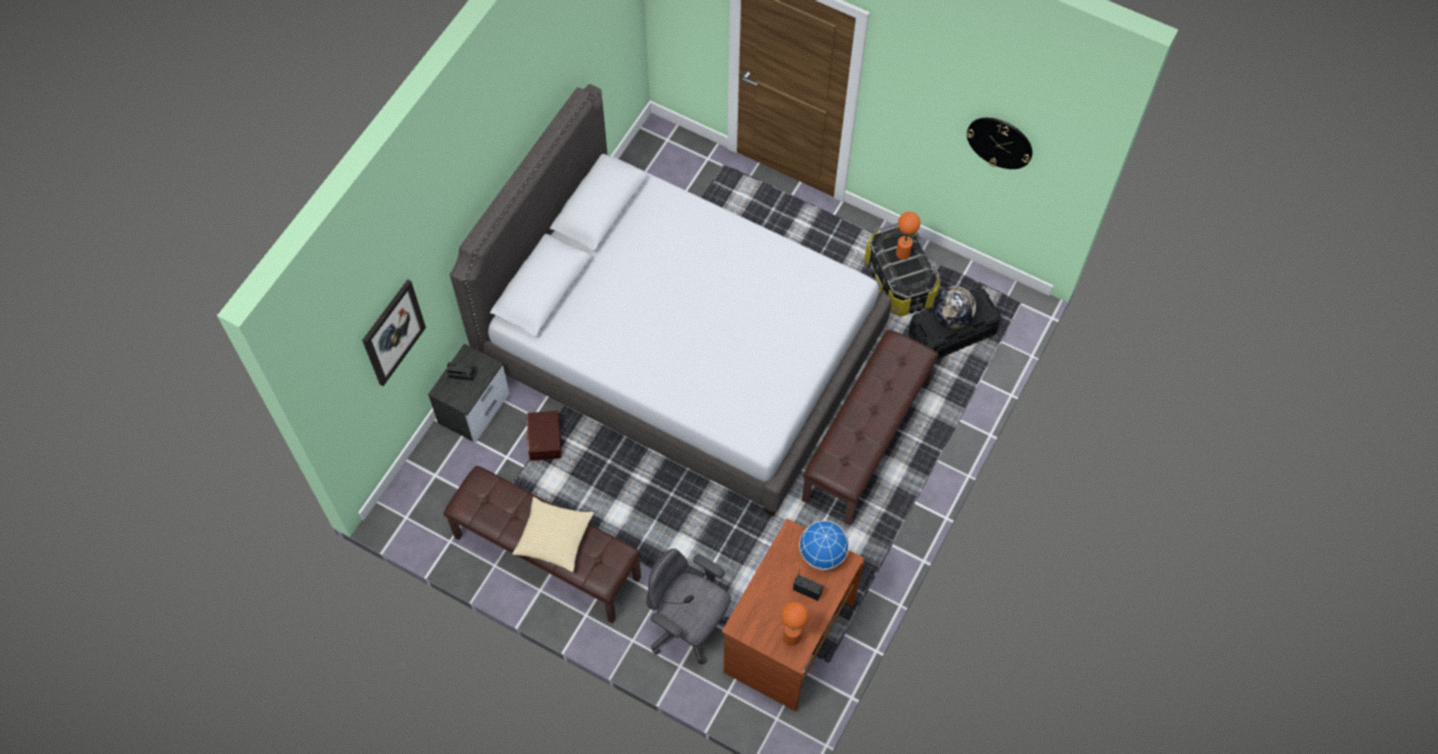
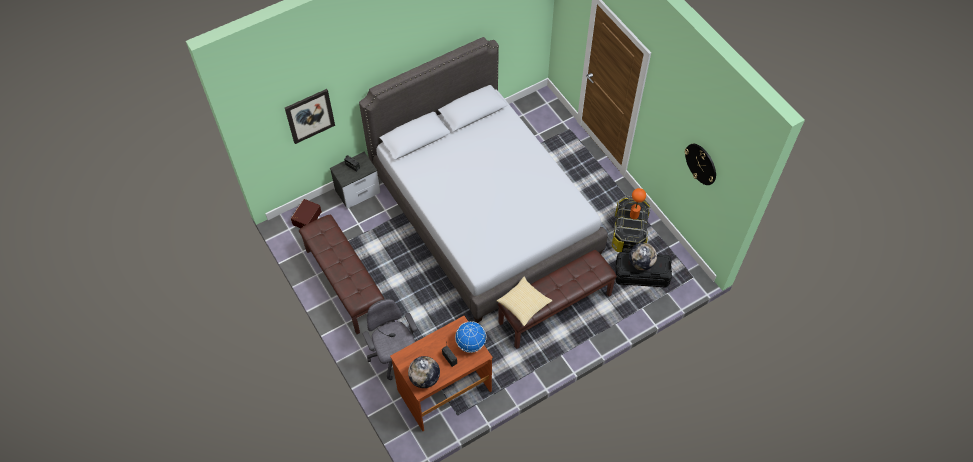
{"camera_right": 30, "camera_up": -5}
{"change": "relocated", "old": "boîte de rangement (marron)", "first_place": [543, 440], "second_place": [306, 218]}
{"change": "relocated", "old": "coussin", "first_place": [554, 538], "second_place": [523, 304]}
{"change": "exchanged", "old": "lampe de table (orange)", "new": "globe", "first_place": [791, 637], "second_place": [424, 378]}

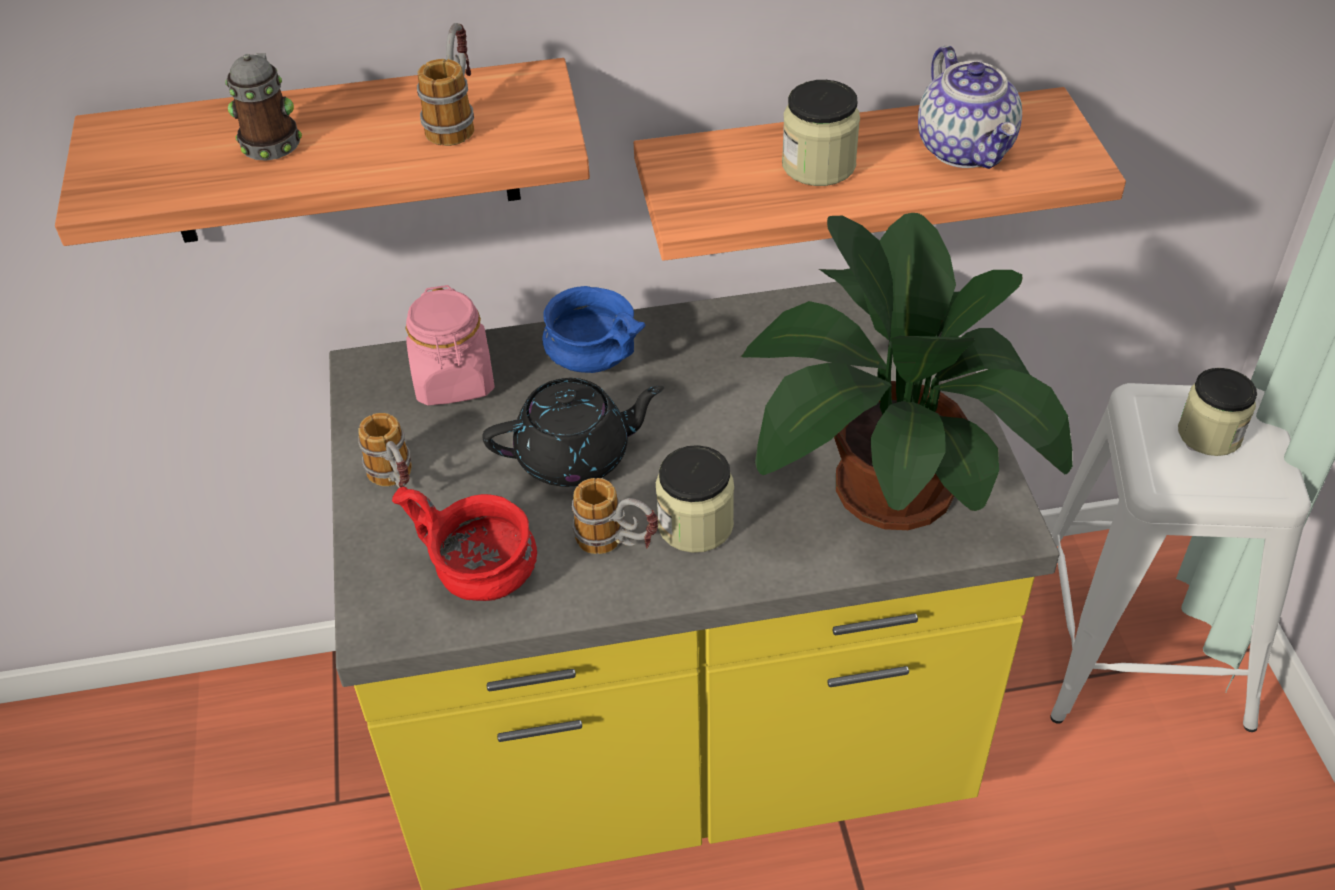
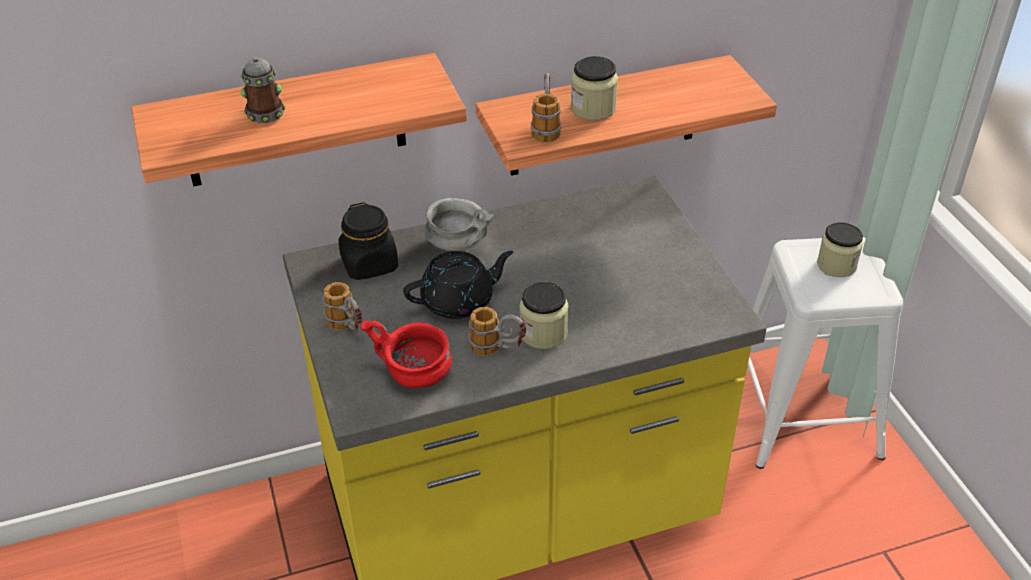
{"camera_right": -10, "camera_up": -5}
{"change": "relocated", "old": "mug", "first_place": [456, 118], "second_place": [546, 127]}
{"change": "missing", "old": "théière", "first_place": [966, 149]}
{"change": "missing", "old": "plante en pot", "first_place": [884, 480]}
{"change": "colour", "old": "bocal (rose)", "new": "bocal (noir)", "first_place": [454, 380], "second_place": [369, 264]}
{"change": "colour", "old": "bol (bleu)", "new": "bol (gris)", "first_place": [594, 358], "second_place": [457, 243]}

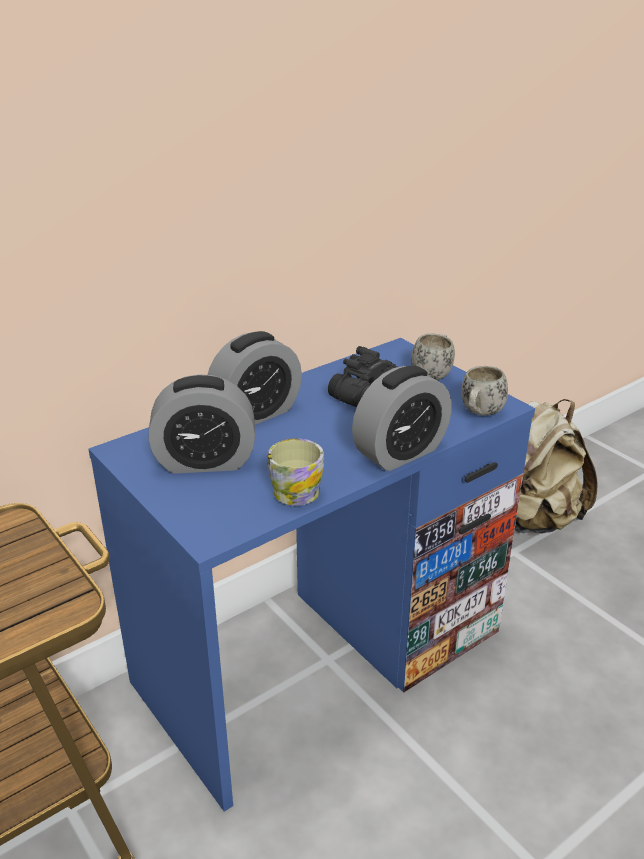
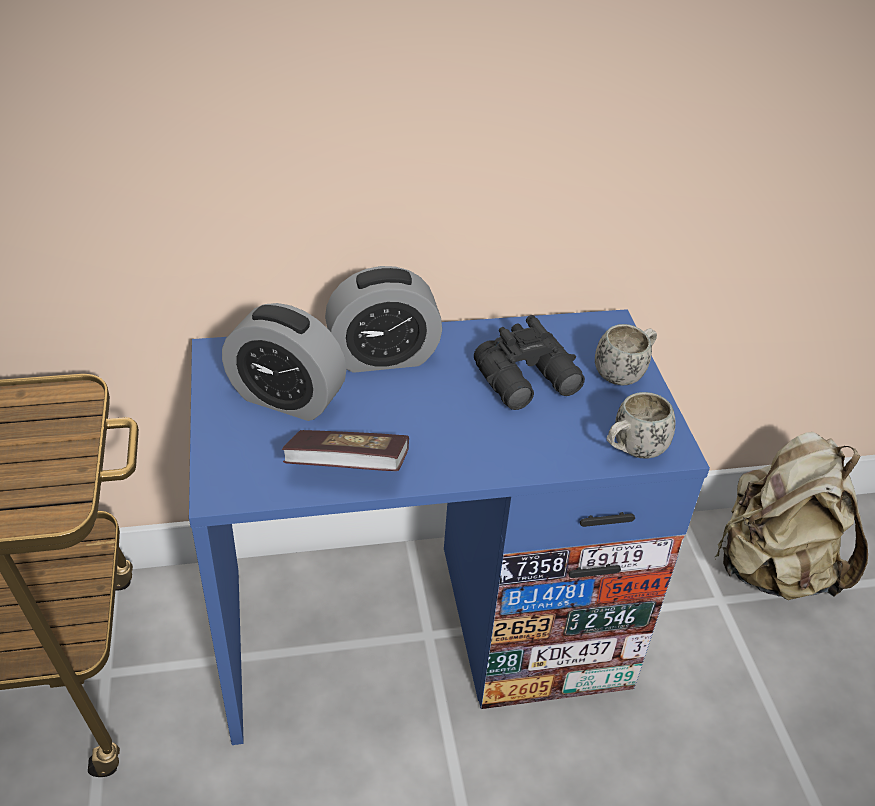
{"camera_right": 25, "camera_up": 10}
{"change": "missing", "old": "réveil", "first_place": [400, 452]}
{"change": "exchanged", "old": "mug", "new": "livre", "first_place": [294, 488], "second_place": [348, 467]}

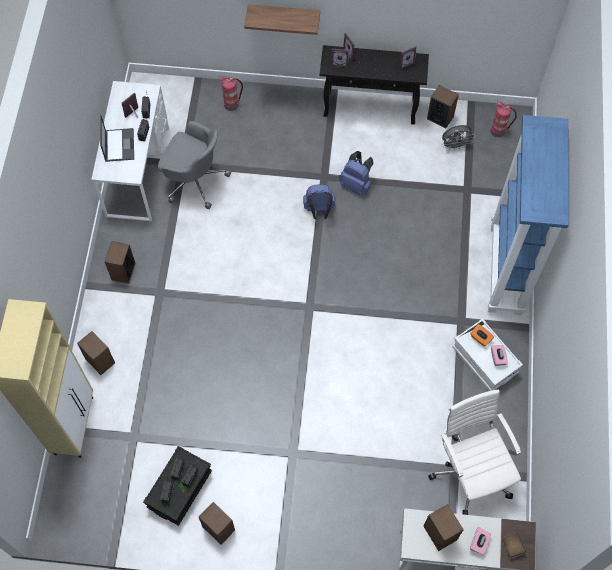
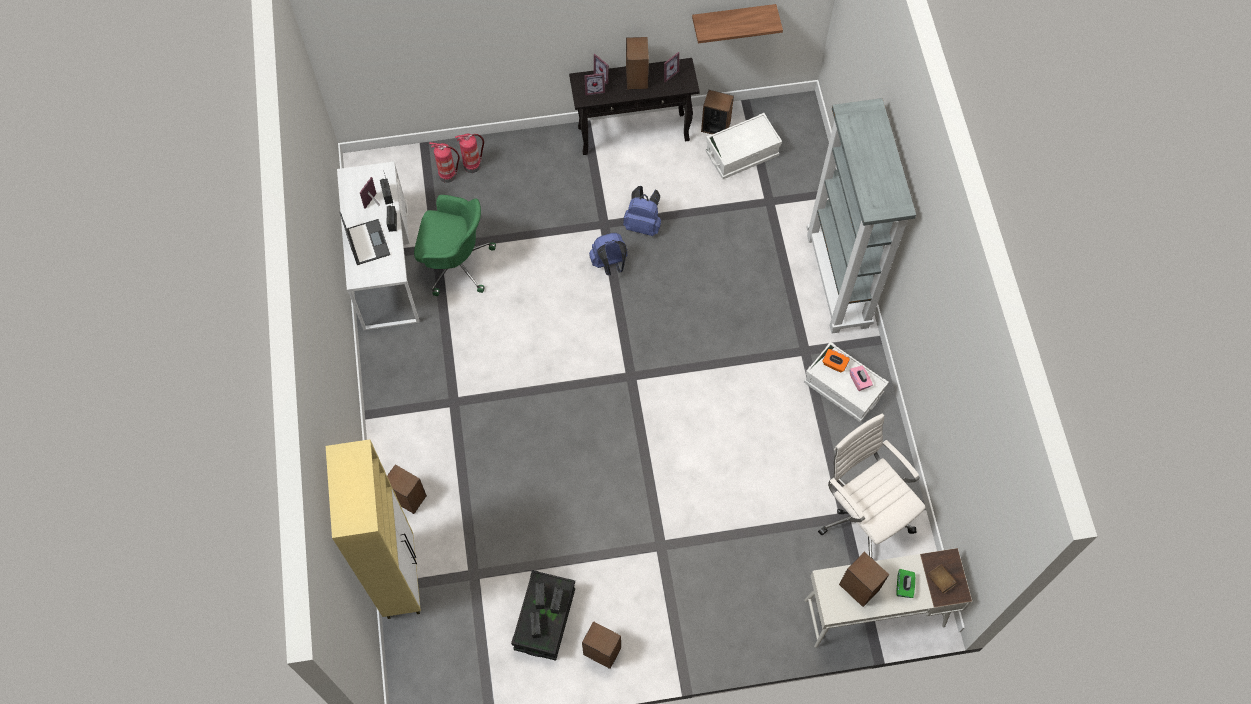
{"camera_right": -15, "camera_up": 0}
{"change": "relocated", "old": "étagère", "first_place": [284, 15], "second_place": [733, 18]}
{"change": "relocated", "old": "extincteur", "first_place": [498, 131], "second_place": [448, 175]}
{"change": "colour", "old": "bibliothèque (bleu)", "new": "bibliothèque (gris)", "first_place": [506, 270], "second_place": [838, 281]}
{"change": "colour", "old": "chaise de bureau (gris)", "new": "chaise de bureau (vert)", "first_place": [194, 180], "second_place": [455, 263]}
{"change": "exchanged", "old": "ventilateur (gris)", "new": "boîte de rangement (blanc)", "first_place": [455, 145], "second_place": [742, 154]}
{"change": "relocated", "old": "enceinte", "first_place": [123, 271], "second_place": [636, 78]}
{"change": "colour", "old": "boîte à mouchoirs (rose)", "new": "boîte à mouchoirs (vert)", "first_place": [479, 543], "second_place": [904, 586]}

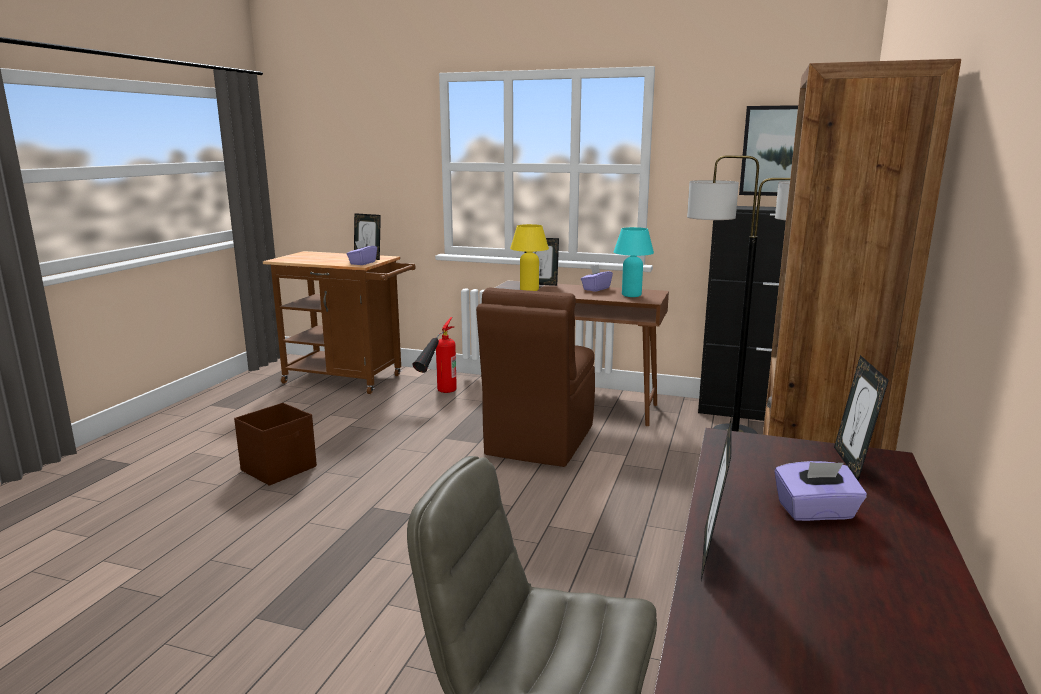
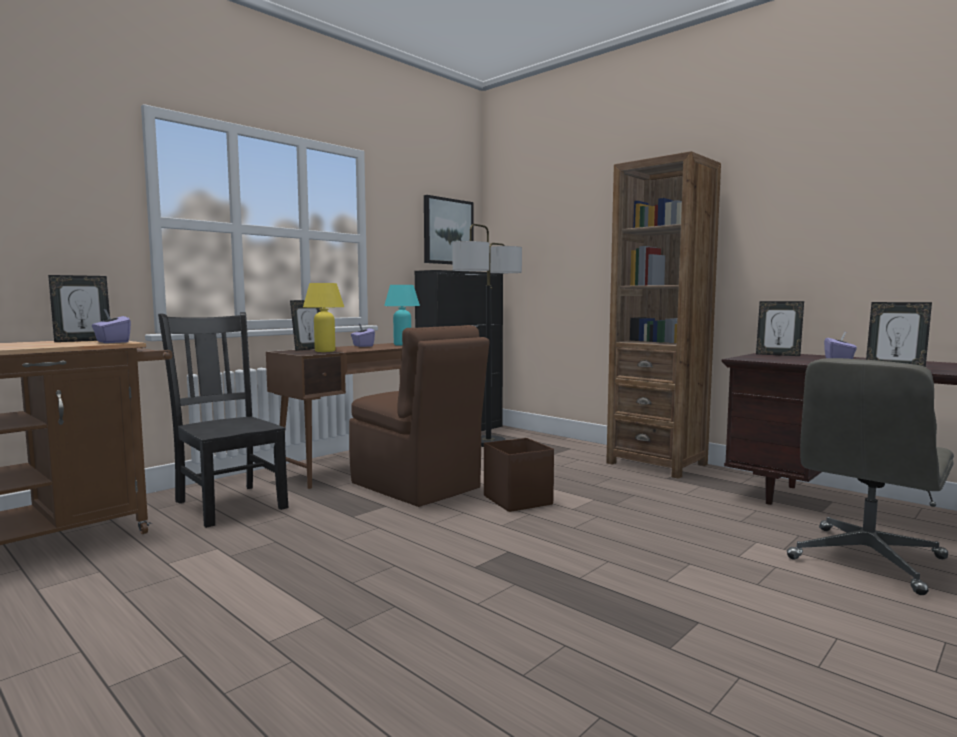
{"camera_right": -65, "camera_up": -10}
{"change": "exchanged", "old": "extincteur", "new": "chaise (noir)", "first_place": [438, 395], "second_place": [229, 503]}
{"change": "relocated", "old": "boîte de rangement (marron)", "first_place": [280, 468], "second_place": [517, 500]}

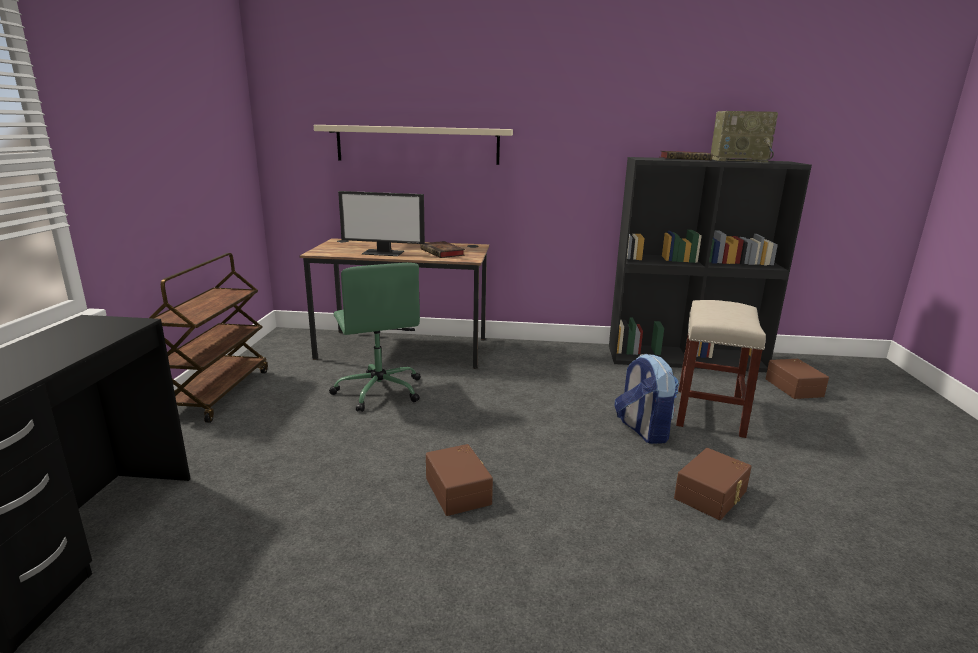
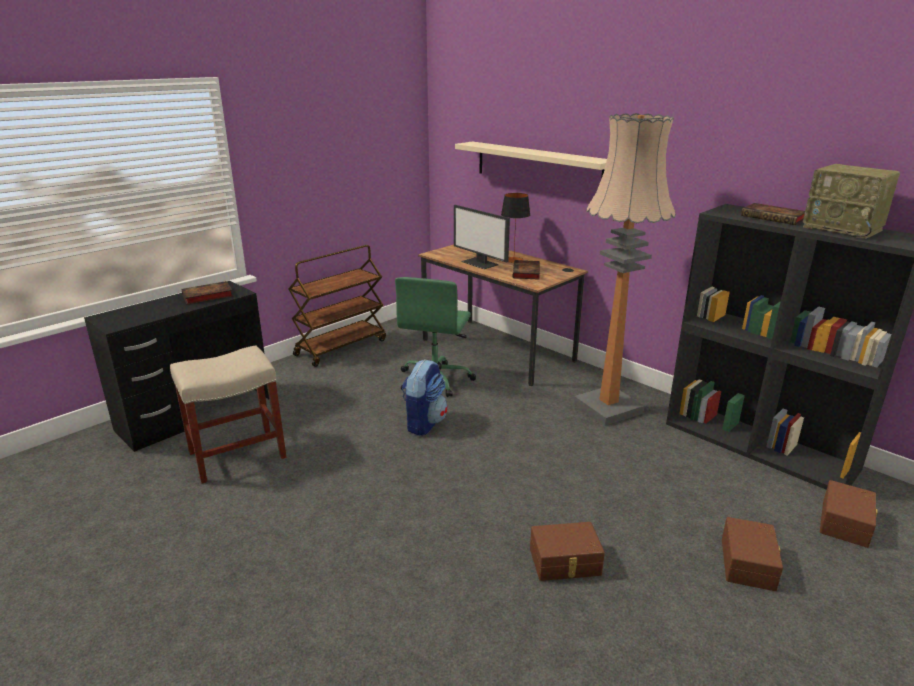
{"camera_right": 40, "camera_up": 5}
{"change": "relocated", "old": "tabouret (beige)", "first_place": [710, 413], "second_place": [236, 455]}
{"change": "relocated", "old": "sac à dos", "first_place": [642, 430], "second_place": [424, 423]}
{"change": "relocated", "old": "boîte de rangement (marron)", "first_place": [459, 490], "second_place": [749, 564]}
{"change": "appeared", "new": "lampadaire", "second_place": [608, 408]}
{"change": "appeared", "new": "lampe de table", "second_place": [513, 260]}
{"change": "appeared", "new": "livre", "second_place": [206, 296]}

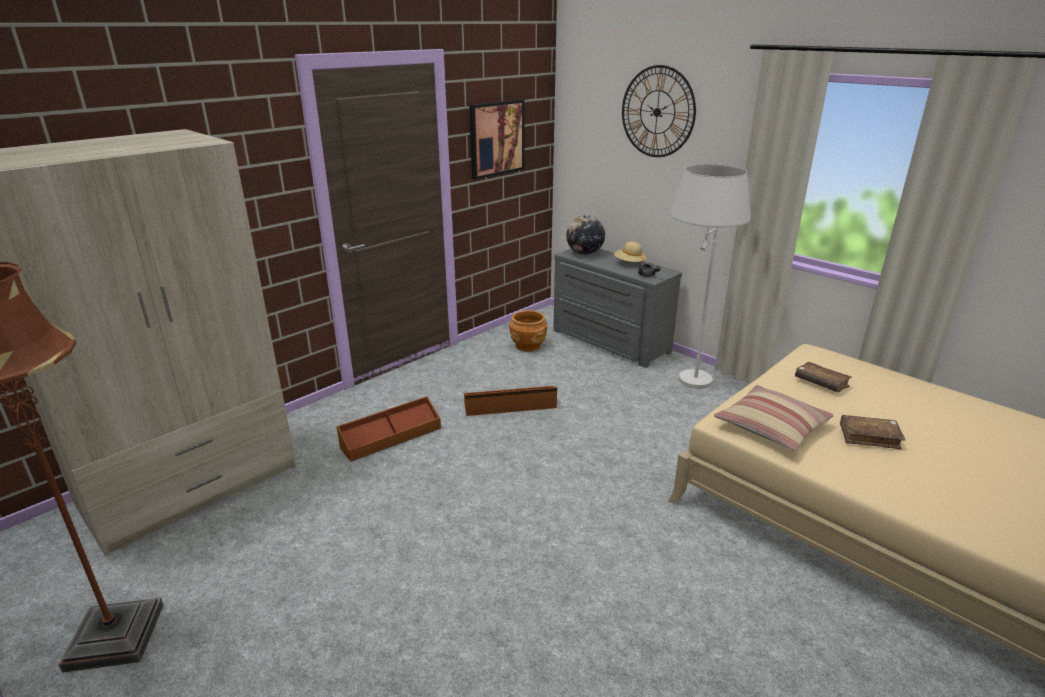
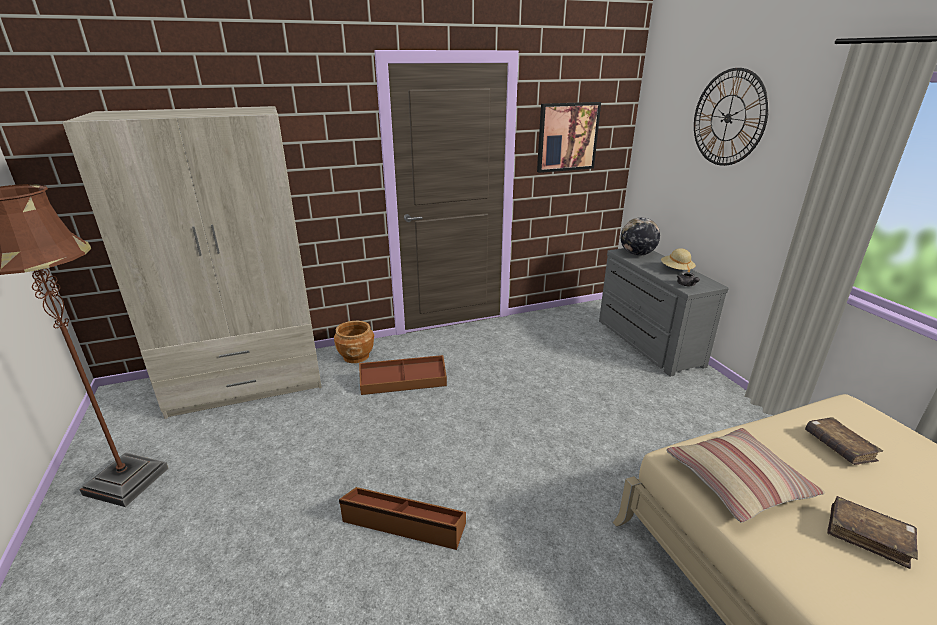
{"camera_right": 25, "camera_up": 0}
{"change": "missing", "old": "lampadaire (blanc)", "first_place": [687, 388]}
{"change": "relocated", "old": "cache-pot (marron)", "first_place": [528, 345], "second_place": [356, 356]}
{"change": "relocated", "old": "boîte de rangement (marron)", "first_place": [510, 406], "second_place": [403, 523]}

